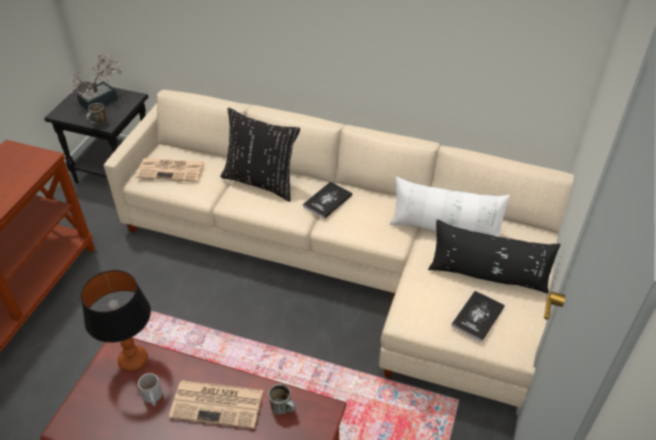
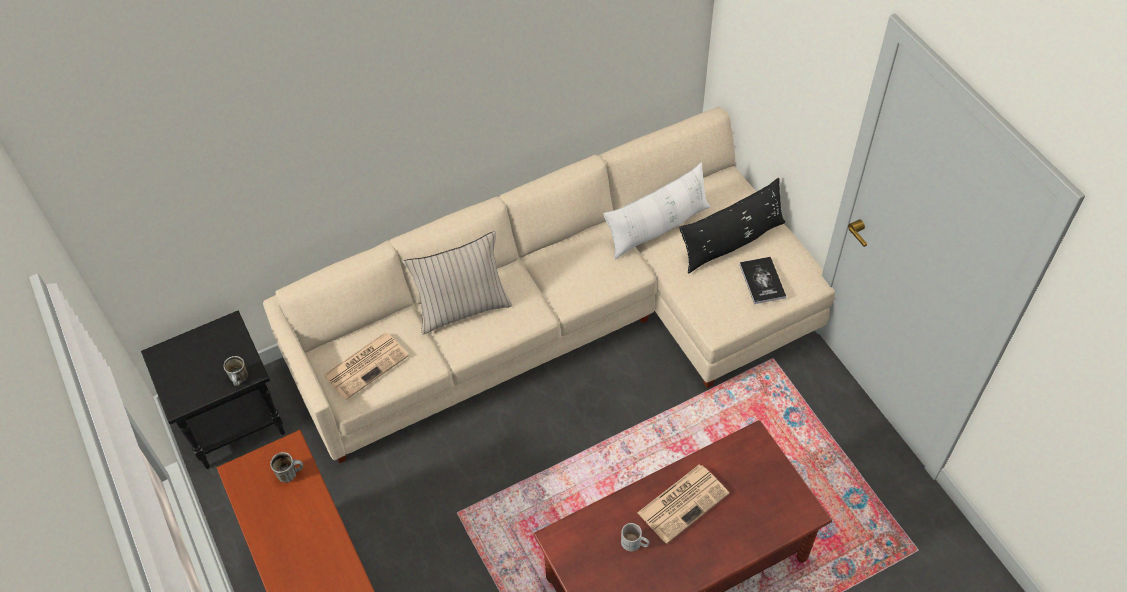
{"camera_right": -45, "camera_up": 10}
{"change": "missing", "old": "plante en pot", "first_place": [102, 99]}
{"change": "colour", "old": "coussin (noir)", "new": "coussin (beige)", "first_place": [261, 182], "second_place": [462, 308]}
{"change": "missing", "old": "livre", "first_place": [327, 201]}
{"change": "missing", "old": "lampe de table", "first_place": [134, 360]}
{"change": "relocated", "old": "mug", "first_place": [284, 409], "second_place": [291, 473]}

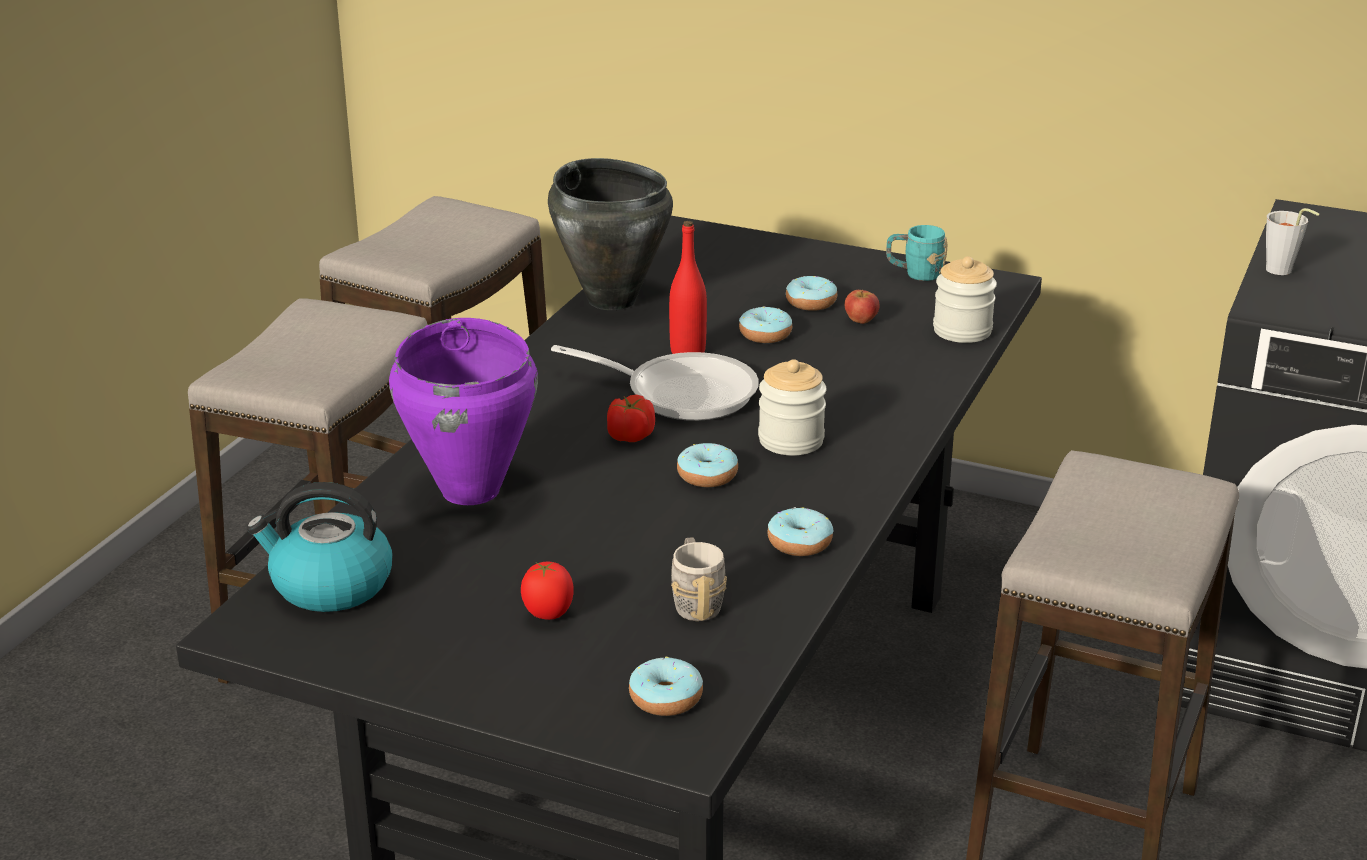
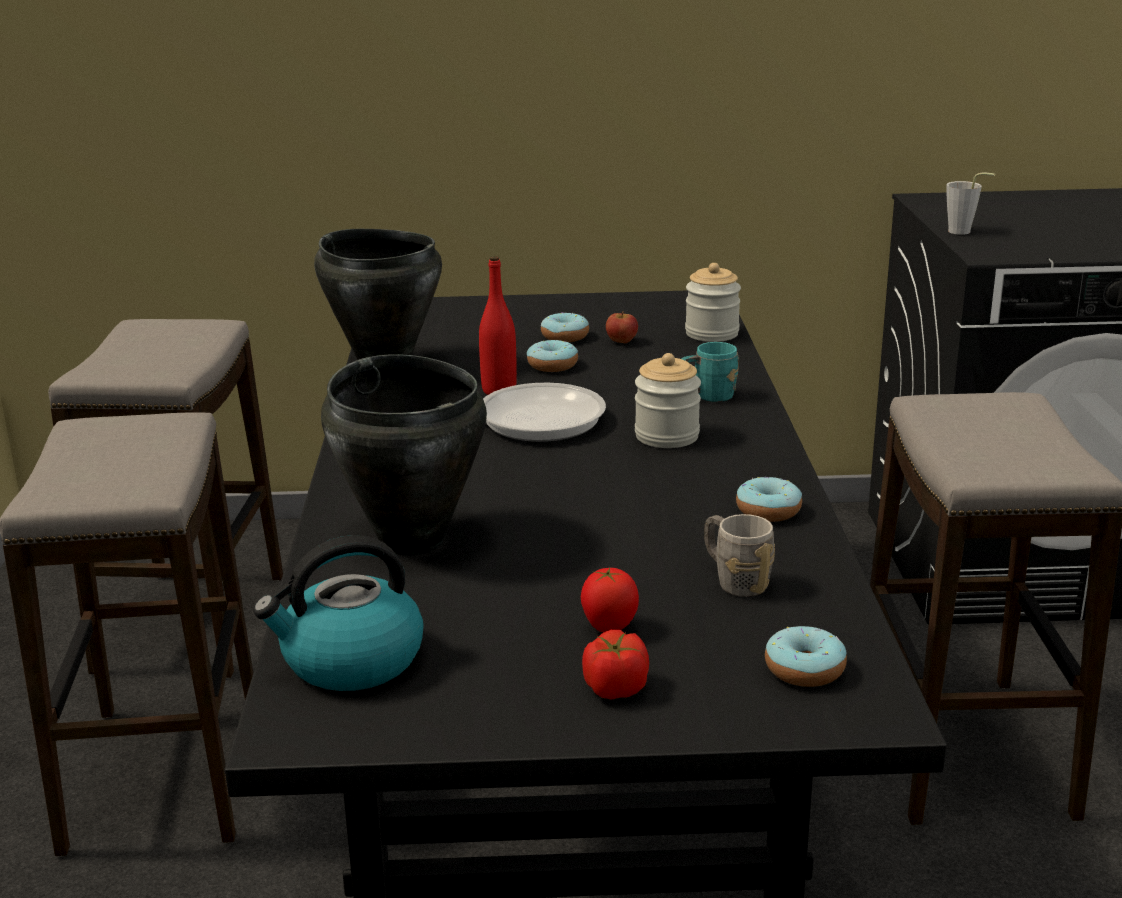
{"camera_right": -25, "camera_up": -5}
{"change": "relocated", "old": "mug (turquoise)", "first_place": [915, 274], "second_place": [706, 397]}
{"change": "colour", "old": "marmite (violet)", "new": "marmite (noir)", "first_place": [472, 490], "second_place": [413, 540]}
{"change": "relocated", "old": "tomate", "first_place": [630, 436], "second_place": [615, 688]}
{"change": "missing", "old": "beignet", "first_place": [707, 475]}

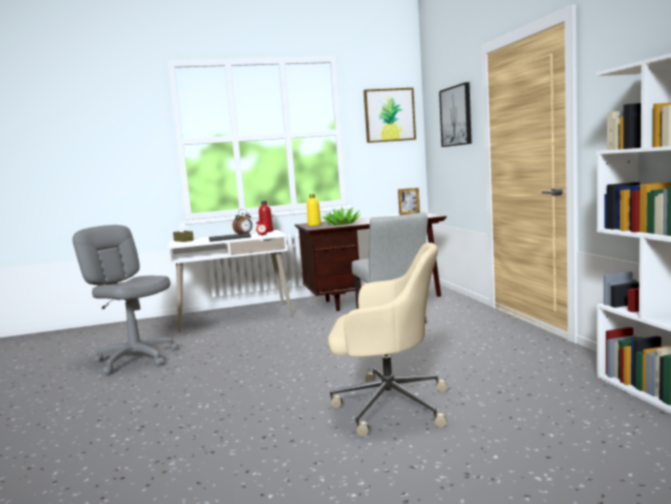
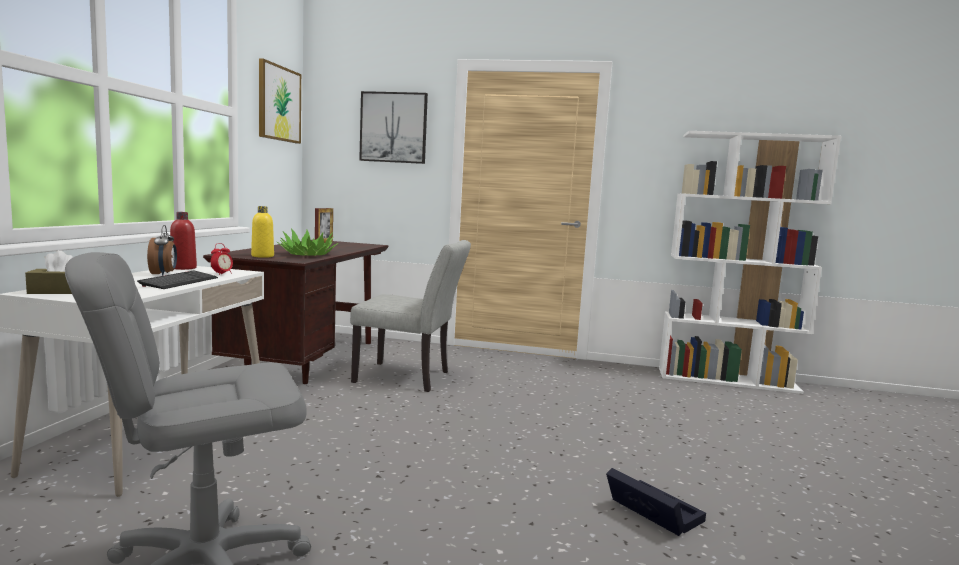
{"camera_right": -65, "camera_up": 0}
{"change": "missing", "old": "chaise de bureau (beige)", "first_place": [388, 405]}
{"change": "appeared", "new": "boîte de rangement (noir)", "second_place": [650, 511]}

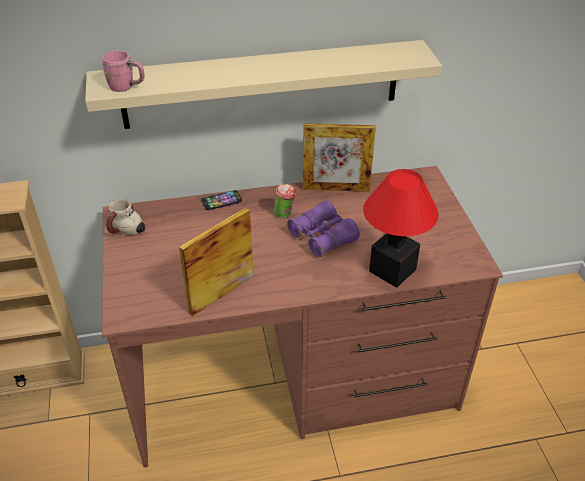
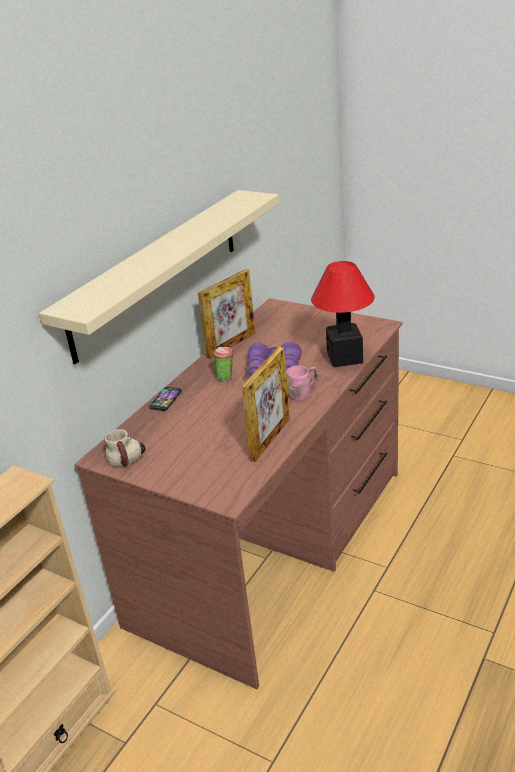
{"camera_right": -45, "camera_up": -10}
{"change": "relocated", "old": "mug (rose)", "first_place": [126, 87], "second_place": [303, 393]}
{"change": "spun", "old": "cadre photo", "first_place": [222, 294], "second_place": [270, 439], "degrees": -150}

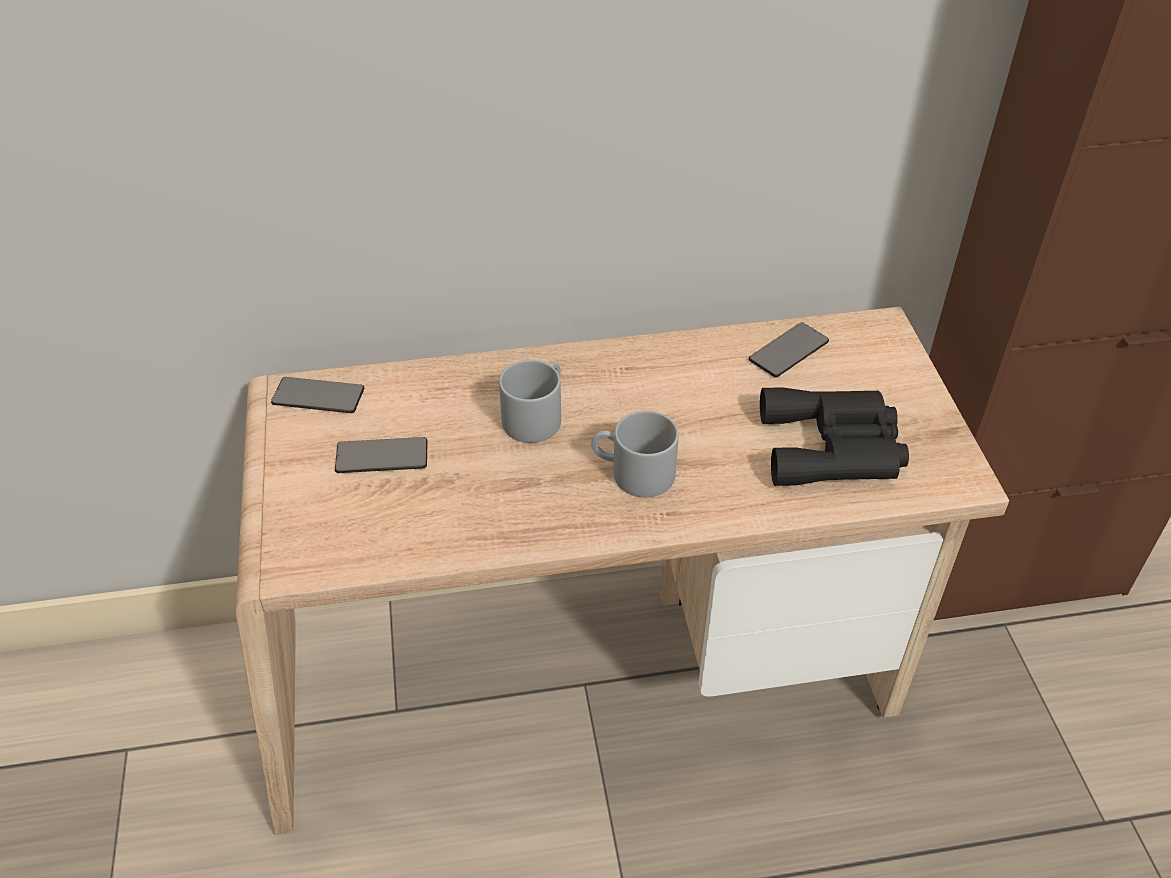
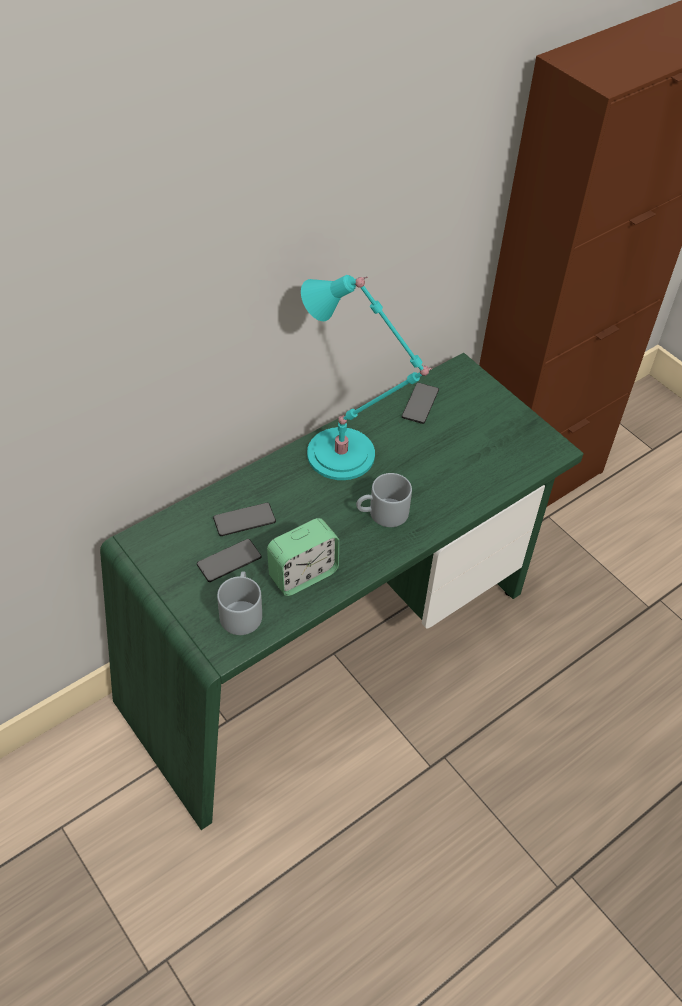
{"camera_right": -30, "camera_up": 5}
{"change": "colour", "old": "bureau (beige)", "new": "bureau (vert)", "first_place": [585, 682], "second_place": [333, 652]}
{"change": "relocated", "old": "mug (gris)", "first_place": [536, 415], "second_place": [240, 610]}
{"change": "relocated", "old": "téléphone", "first_place": [318, 396], "second_place": [244, 520]}
{"change": "missing", "old": "jumelles (noir)", "first_place": [835, 447]}
{"change": "appeared", "new": "lampe de table (turquoise)", "second_place": [346, 456]}
{"change": "appeared", "new": "réveil", "second_place": [303, 574]}

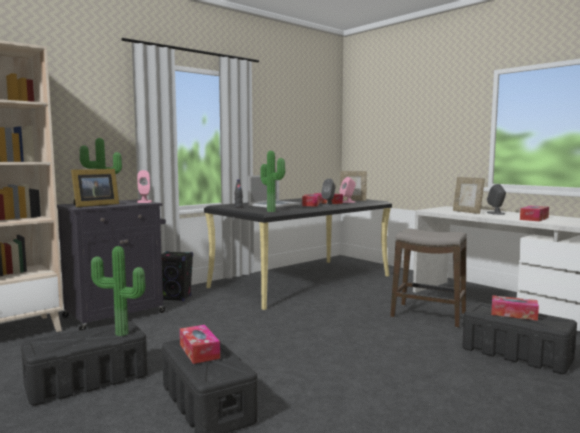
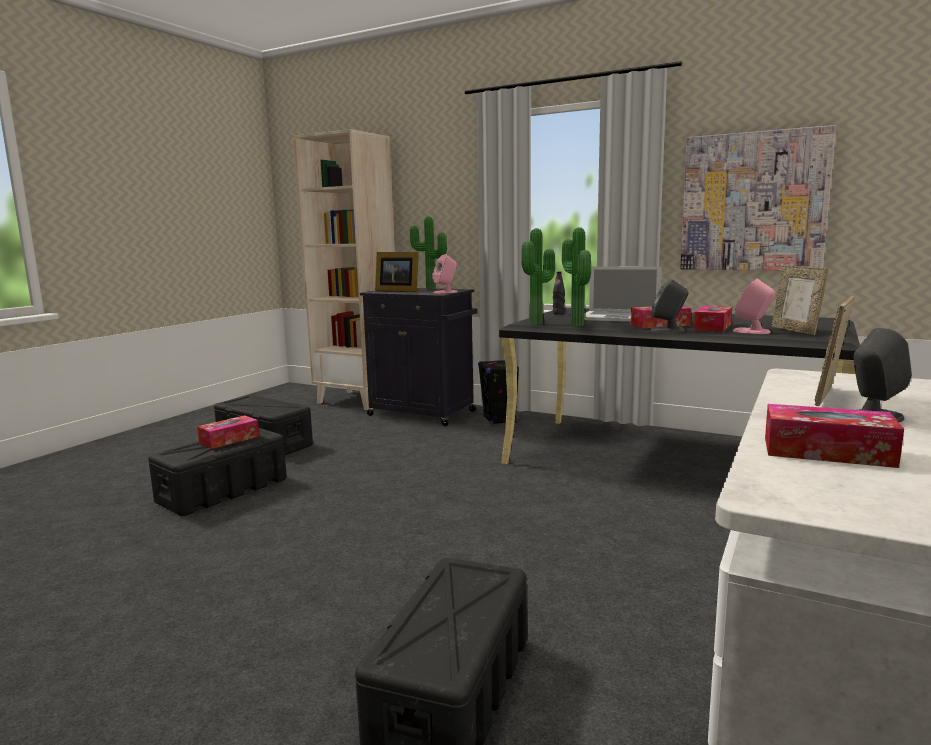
{"camera_right": 70, "camera_up": 5}
{"change": "missing", "old": "tabouret", "first_place": [428, 315]}
{"change": "relocated", "old": "plante en pot", "first_place": [121, 334], "second_place": [575, 325]}
{"change": "missing", "old": "boîte à mouchoirs", "first_place": [513, 314]}
{"change": "appeared", "new": "tableau", "second_place": [753, 202]}

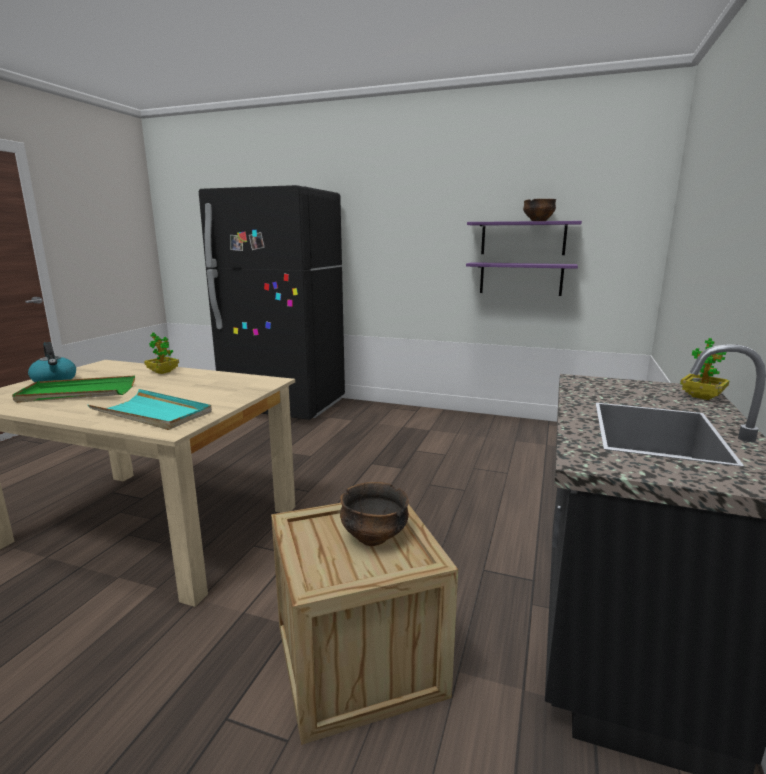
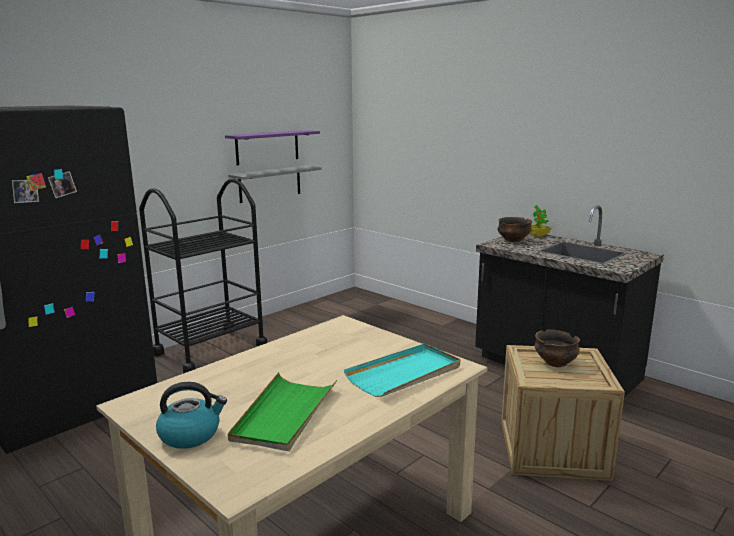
{"camera_right": -65, "camera_up": 0}
{"change": "relocated", "old": "bol", "first_place": [538, 221], "second_place": [513, 240]}
{"change": "colour", "old": "étagère (violet)", "new": "étagère (gris)", "first_place": [520, 278], "second_place": [270, 184]}
{"change": "missing", "old": "plante en pot", "first_place": [163, 372]}
{"change": "appeared", "new": "chariot (noir)", "second_place": [210, 350]}

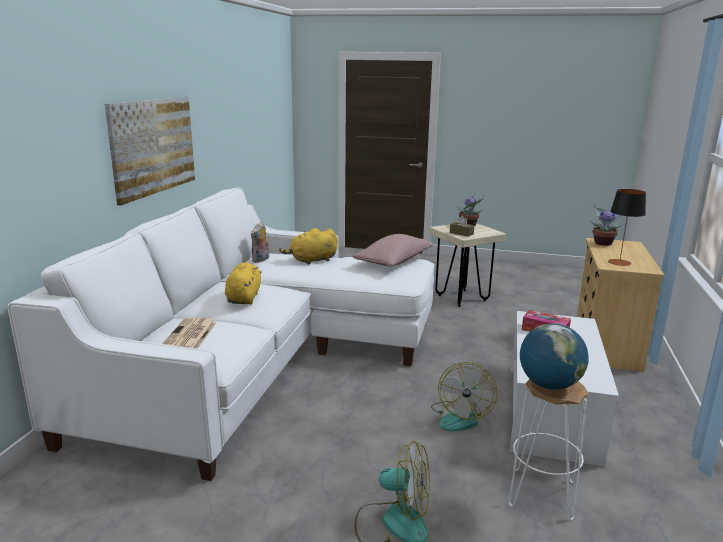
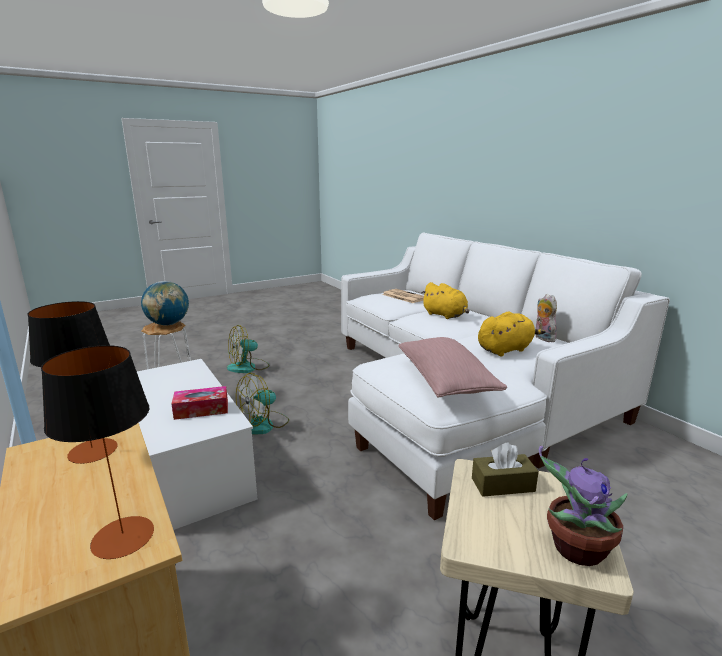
{"camera_right": 135, "camera_up": 0}
{"change": "missing", "old": "tableau", "first_place": [154, 146]}
{"change": "exchanged", "old": "plante en pot", "new": "lampe de table", "first_place": [603, 243], "second_place": [123, 537]}
{"change": "spun", "old": "peluche (jaune)", "first_place": [312, 260], "second_place": [506, 349], "degrees": 45}
{"change": "spun", "old": "ventilateur", "first_place": [460, 417], "second_place": [263, 425], "degrees": -105}

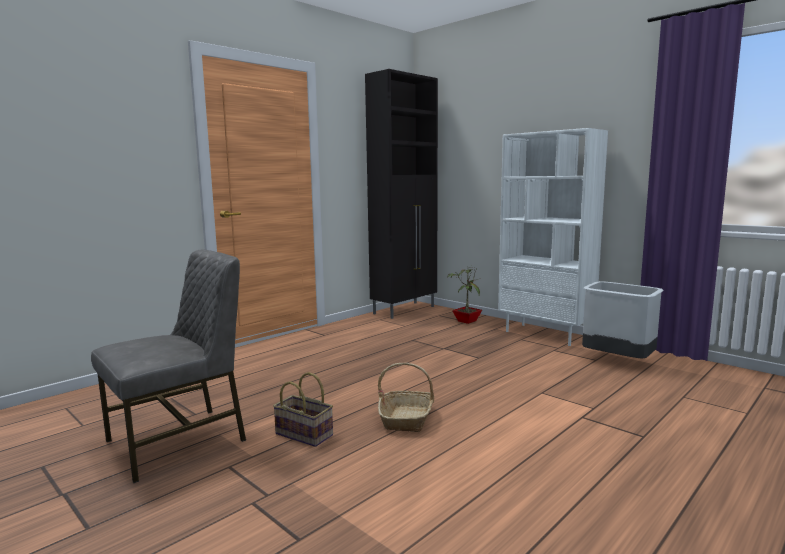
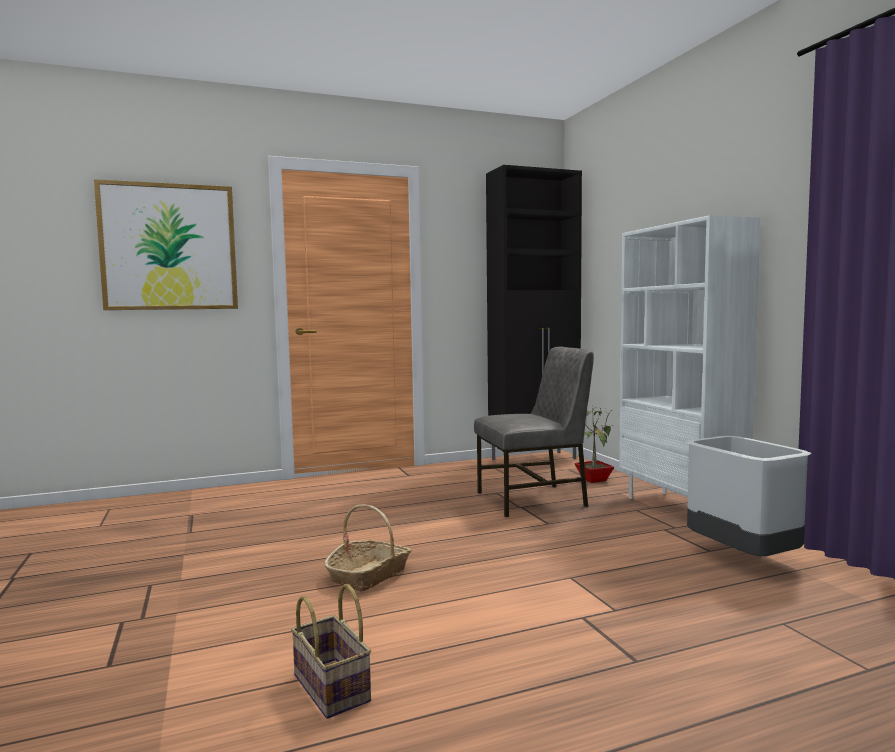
{"camera_right": 25, "camera_up": -5}
{"change": "relocated", "old": "chaise (gris)", "first_place": [179, 440], "second_place": [533, 500]}
{"change": "relocated", "old": "panier", "first_place": [306, 434], "second_place": [334, 688]}
{"change": "appeared", "new": "tableau", "second_place": [169, 247]}

